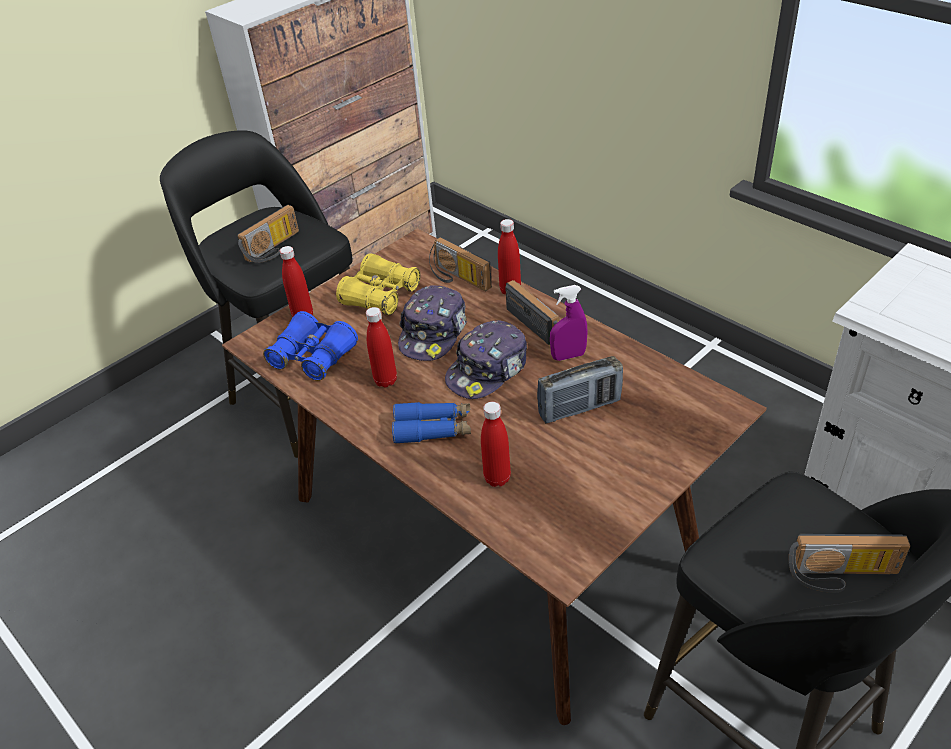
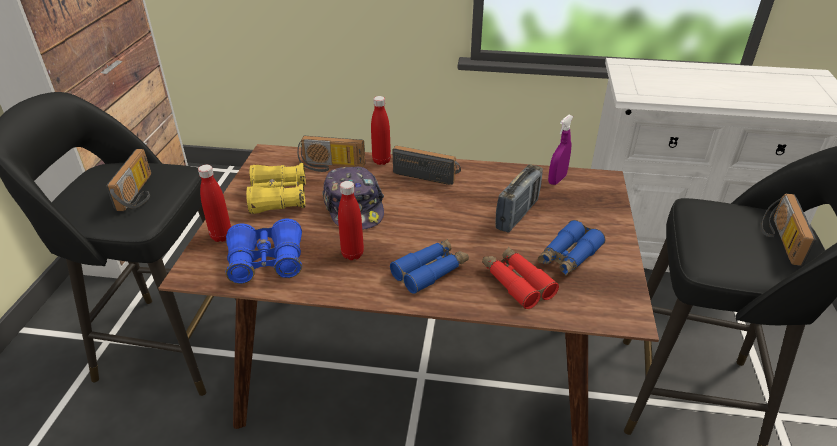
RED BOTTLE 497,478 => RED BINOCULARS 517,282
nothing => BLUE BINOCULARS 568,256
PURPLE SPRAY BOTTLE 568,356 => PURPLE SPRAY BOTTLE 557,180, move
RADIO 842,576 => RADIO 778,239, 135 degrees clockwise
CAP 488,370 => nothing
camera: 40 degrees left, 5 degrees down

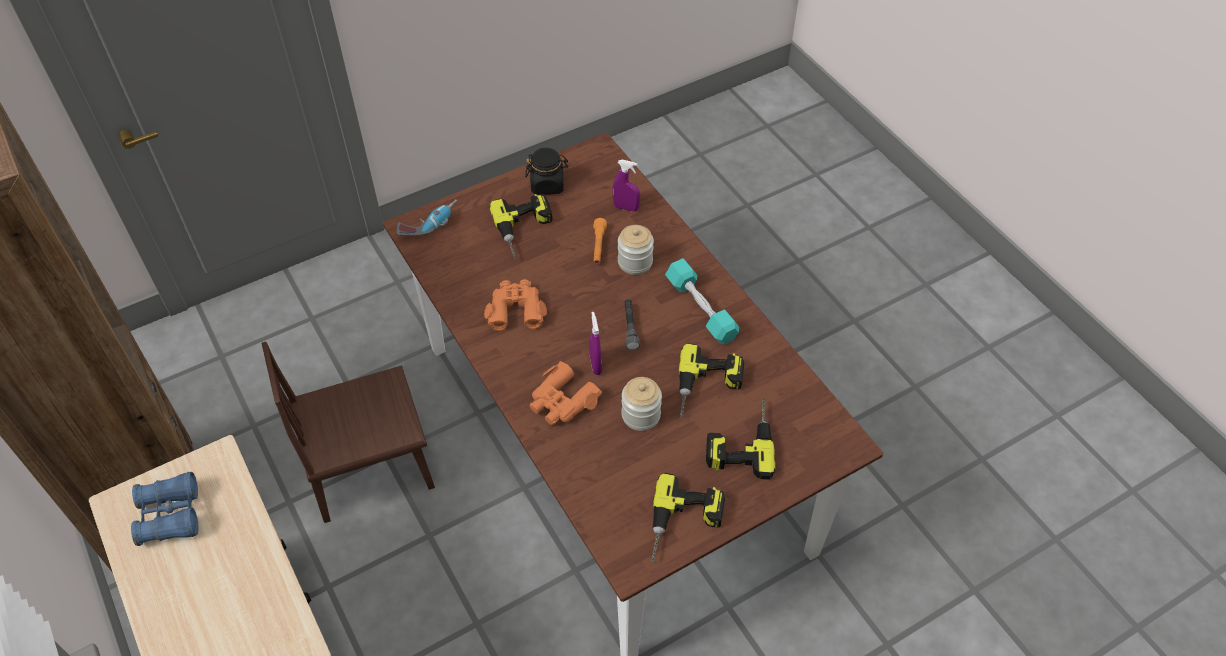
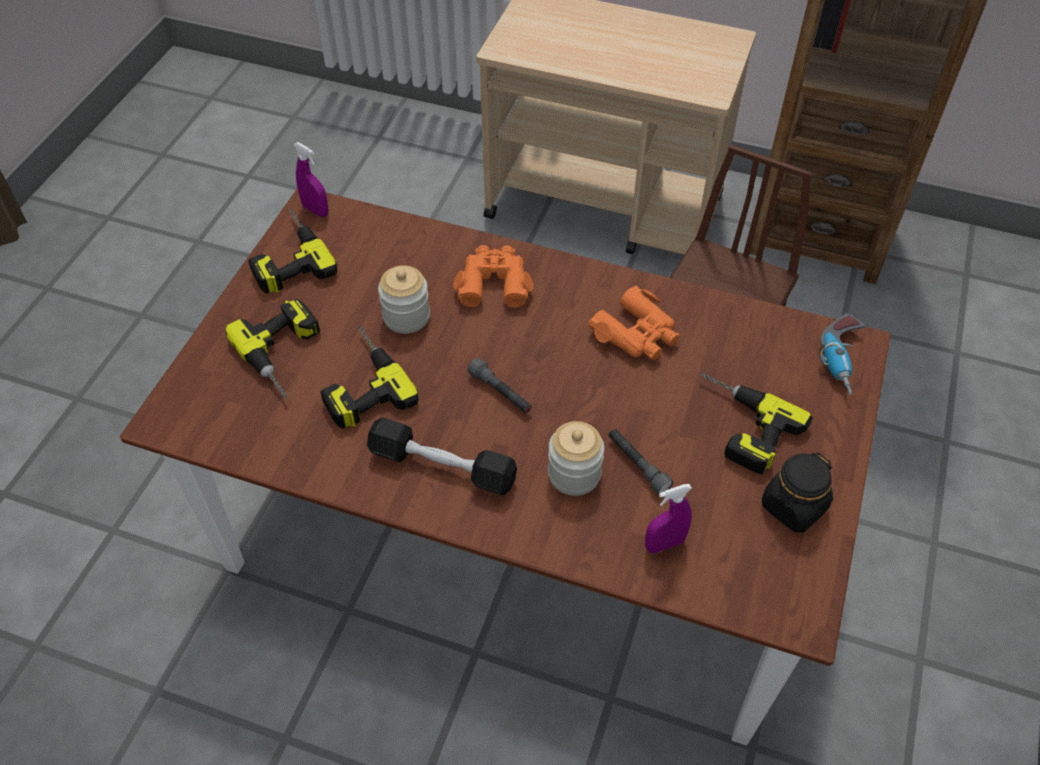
PURPLE SPRAY BOTTLE 595,365 => PURPLE SPRAY BOTTLE 315,210, move
TURQUOISE DUMBBELL 700,309 => BLACK DUMBBELL 443,467
ORANGE FLASHLIGHT 598,246 => GREY FLASHLIGHT 637,465
BLUE BINOCULARS 170,515 => nothing
camera: 140 degrees right, 0 degrees up

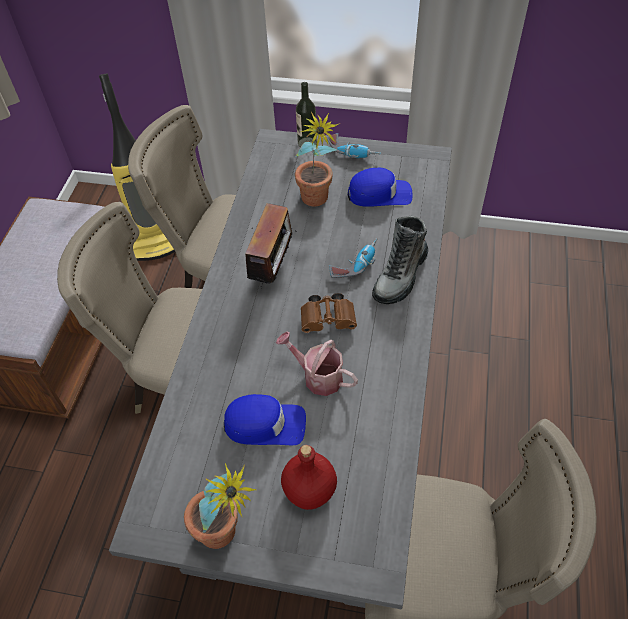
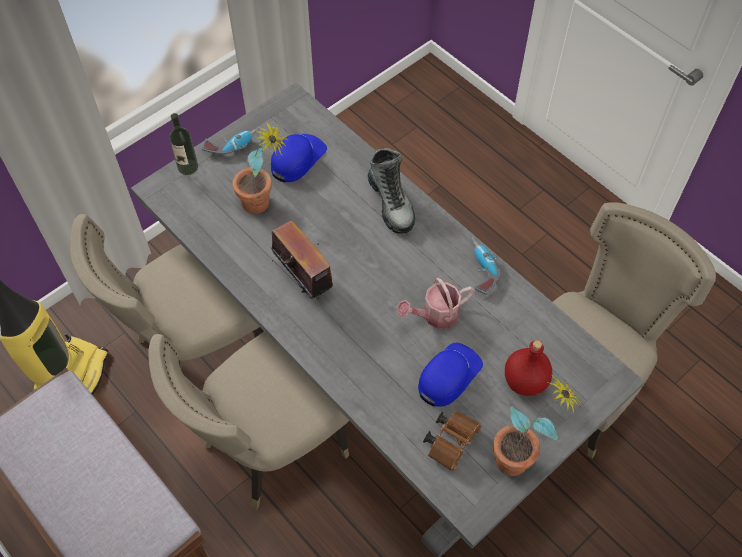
BROWN BINOCULARS 329,320 => BROWN BINOCULARS 451,441, move
POWER DRILL 355,263 => POWER DRILL 479,269, move
camera: 55 degrees left, 5 degrees up

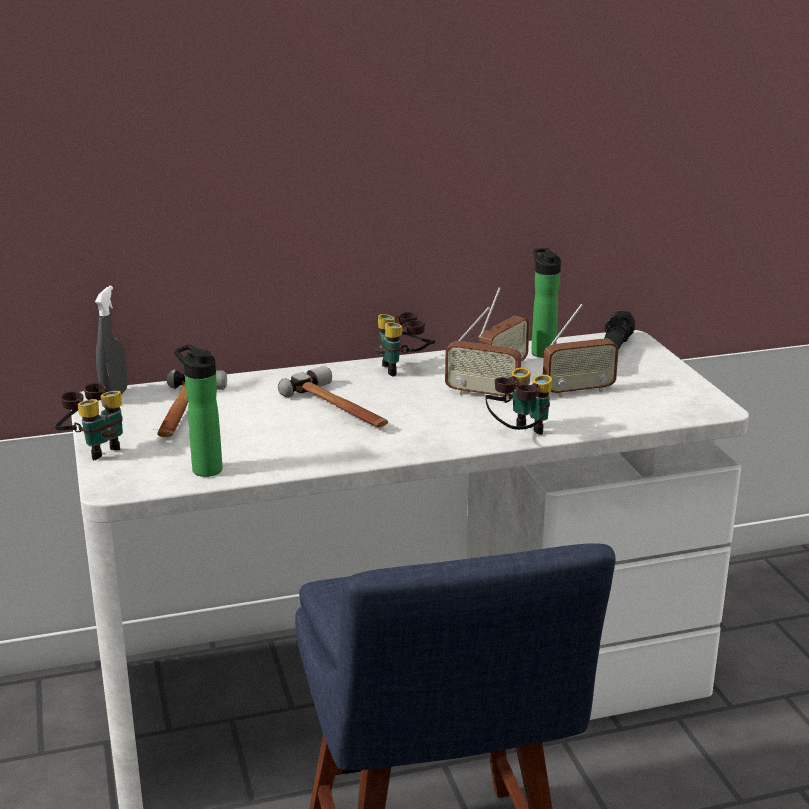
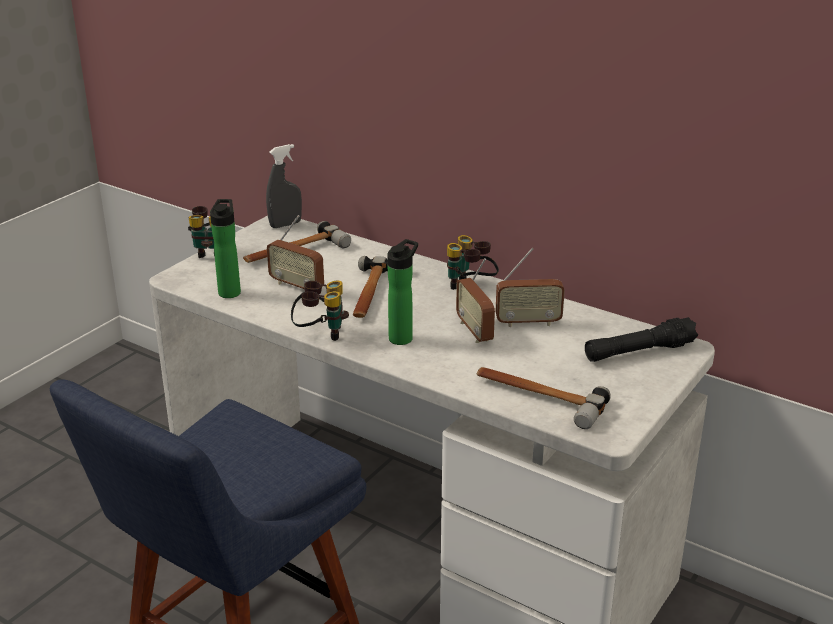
RADIO 578,391 => RADIO 297,286, move
BINOCULARS 518,435 => BINOCULARS 321,333, move
BOTTLE 541,352 => BOTTLE 403,337, move
nothing => HAMMER 537,398
camera: 50 degrees right, 5 degrees up

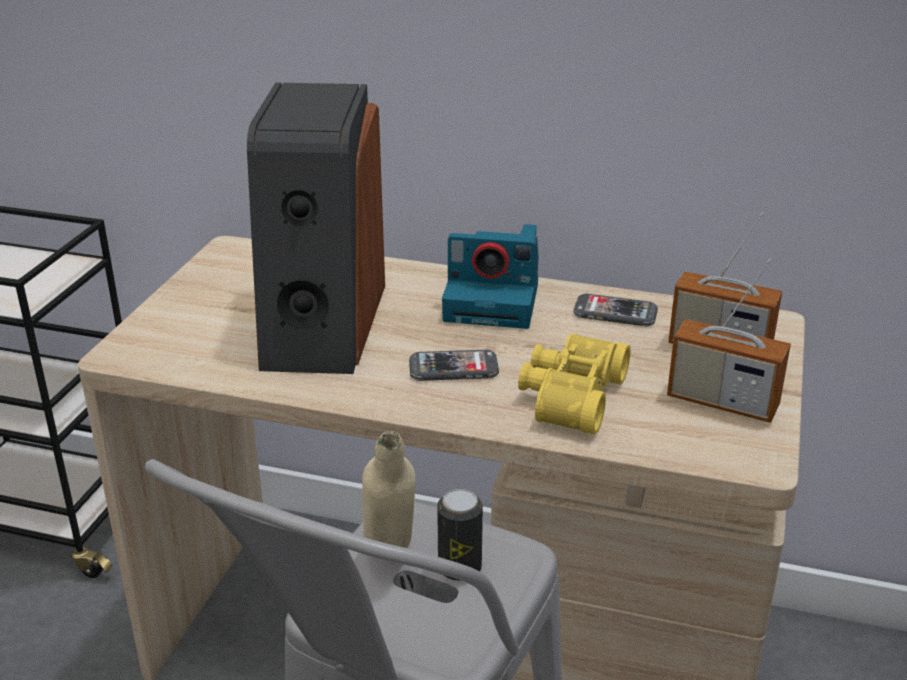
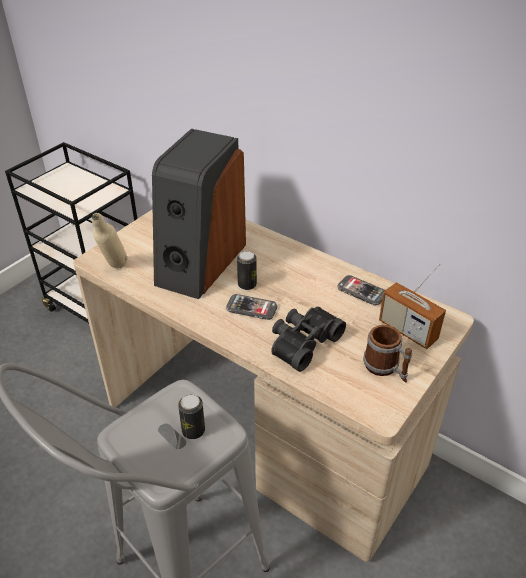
BEIGE BOTTLE 391,562 => BEIGE BOTTLE 115,269, move
nothing => CAN 247,284
YELLOW BINOCULARS 569,396 => BLACK BINOCULARS 302,342
RADIO 722,402 => MUG 386,368
PHOTO CAMERA 494,302 => nothing
camera: 20 degrees right, 10 degrees up

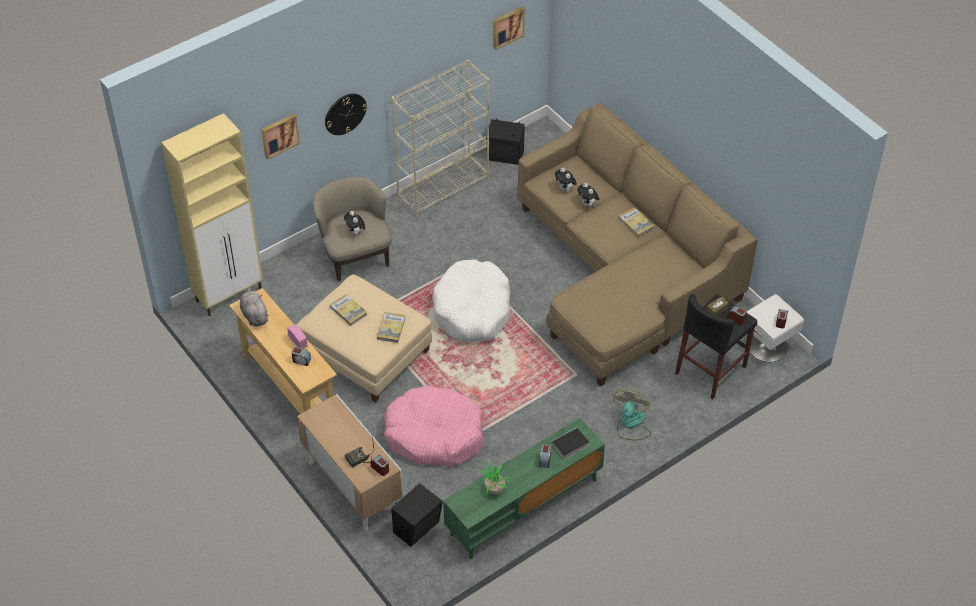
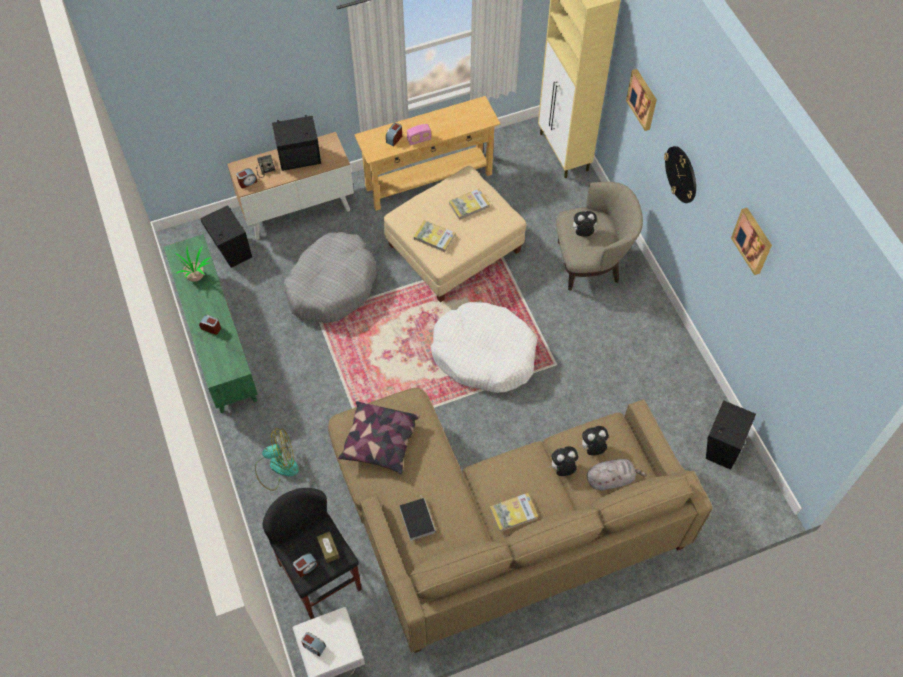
FAN 631,424 => FAN 277,467, 45 degrees counterclockwise
nothing => BLACK SPEAKER 300,159
PINK DOG BED 434,434 => GREY DOG BED 332,285
nothing => PILLOW 380,442
BOOK 569,445 => BOOK 416,519, move
GREY PLUSH TOY 254,315 => GREY PLUSH TOY 611,479, move
PICTURE 507,27 => PICTURE 753,240, move
BEIGE BOOKCASE 443,187 => nothing
camera: 105 degrees right, 10 degrees up

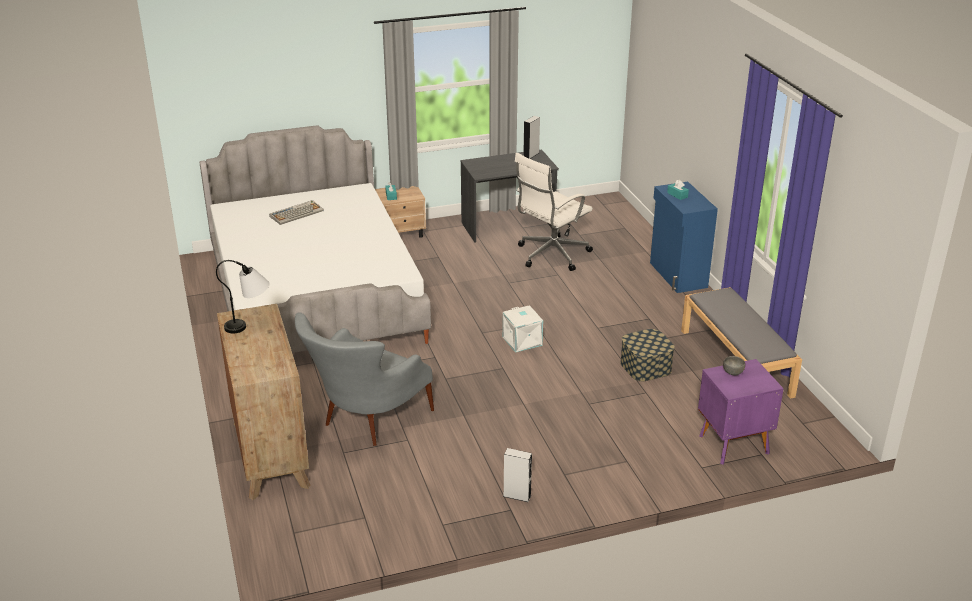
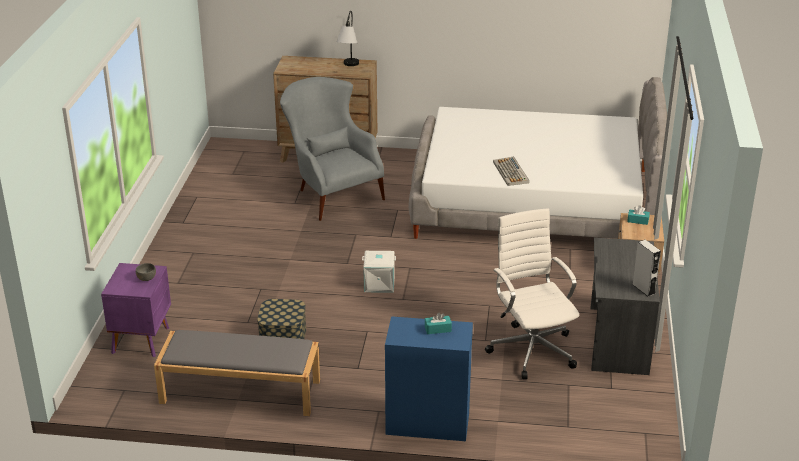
KEYBOARD 297,213 => KEYBOARD 511,172, move
GREY SPEAKER 517,496 => nothing
camera: 115 degrees right, 0 degrees up

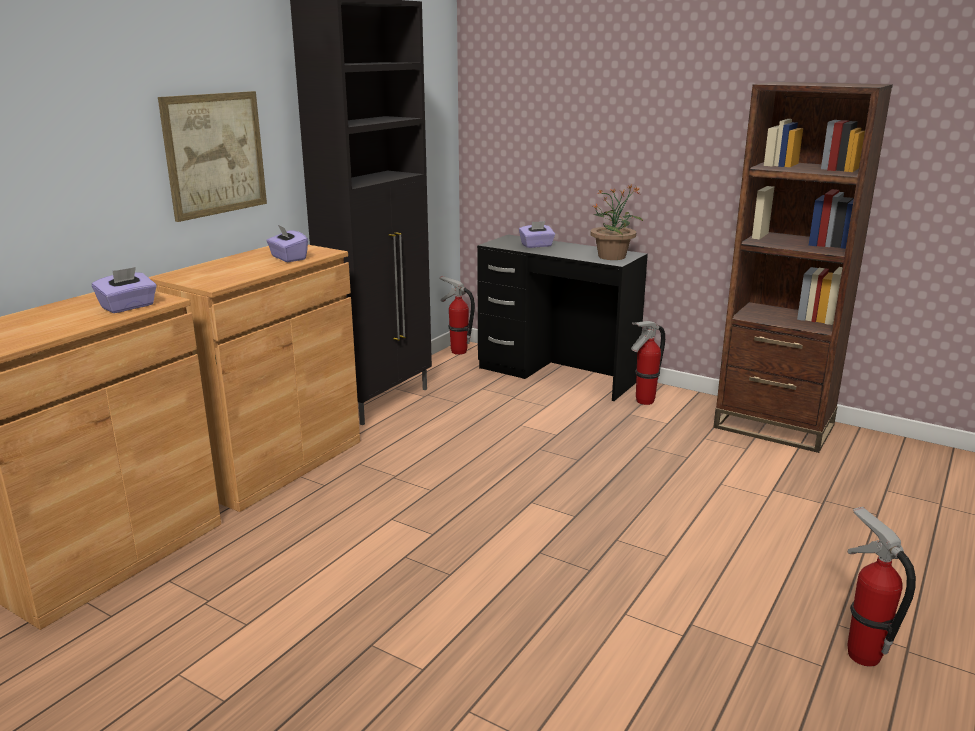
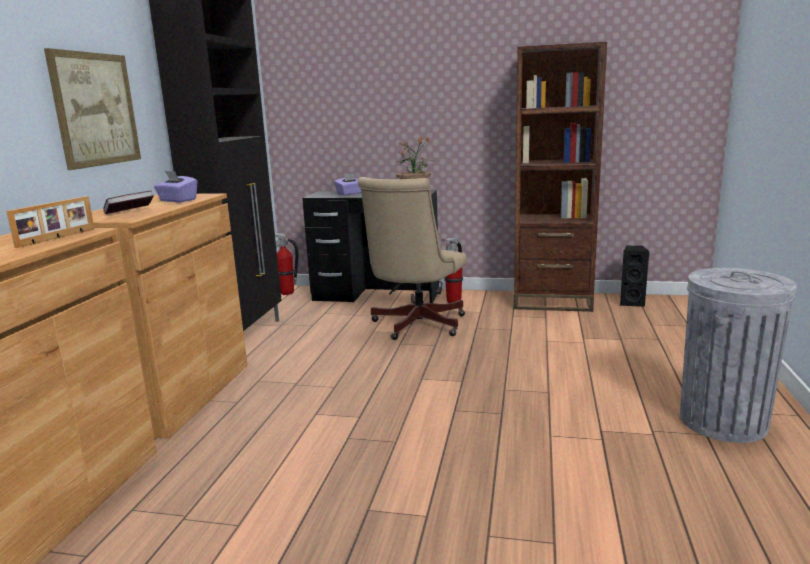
PURPLE TISSUE BOX 128,307 => PICTURE FRAME 58,238
nothing => BOOK 130,212
nothing => BEIGE OFFICE CHAIR 415,326
nothing => BLACK SPEAKER 631,303
FIRE EXTINGUISHER 862,655 => GREY TRASH CAN 723,421
camera: 20 degrees left, 5 degrees down

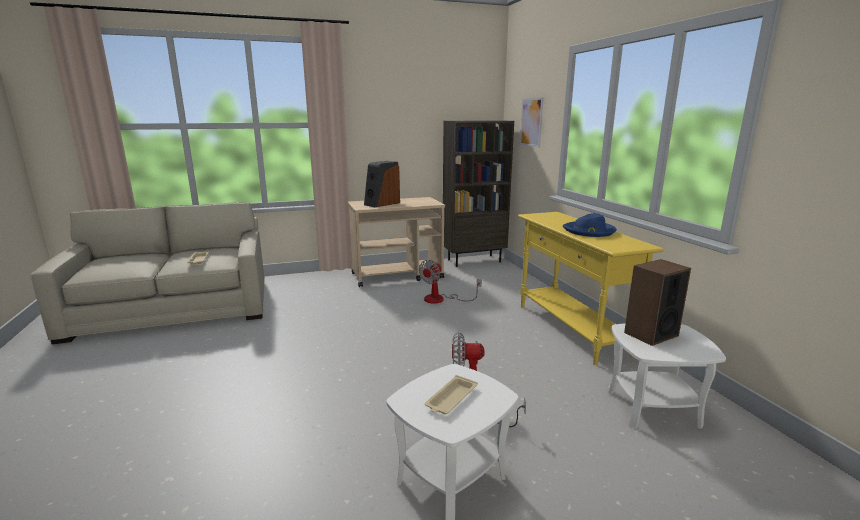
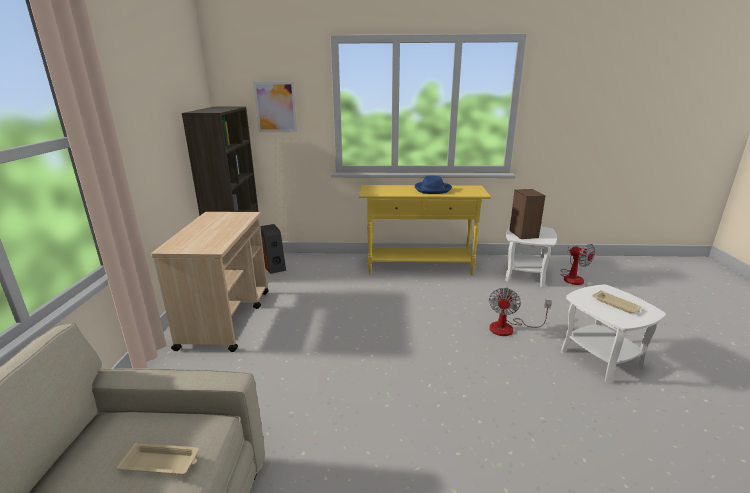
SPEAKER 382,203 => SPEAKER 274,266, move
FAN 441,299 => FAN 572,277, move
camera: 70 degrees left, 5 degrees up

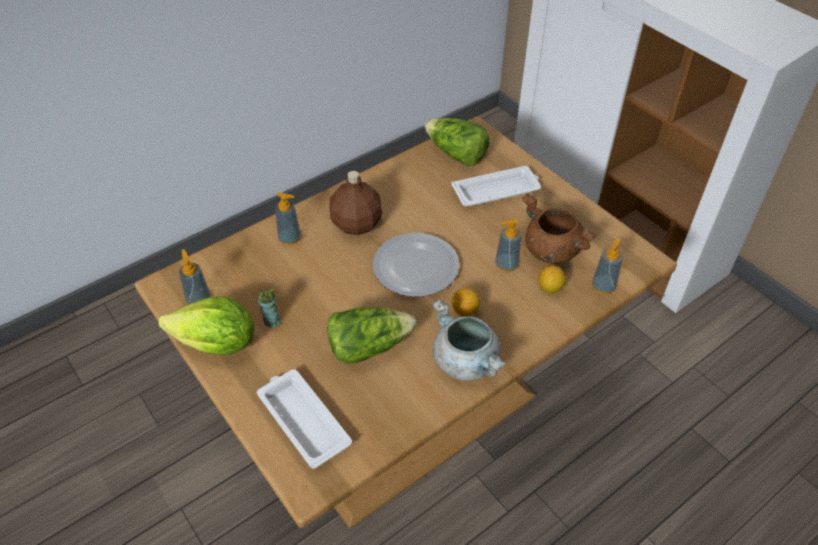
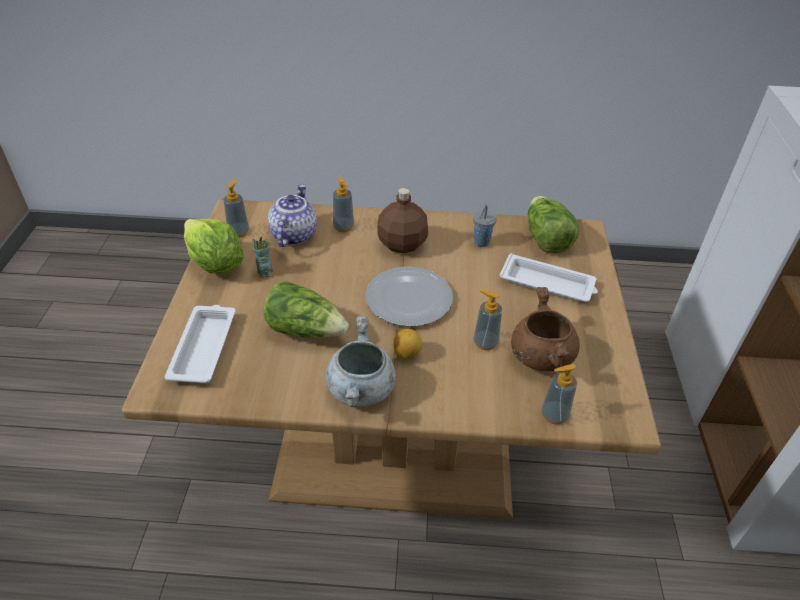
nothing => TEAPOT 293,235
nothing => GREY CUP 481,243
LEMON 549,288 => nothing
camera: 40 degrees right, 5 degrees down

